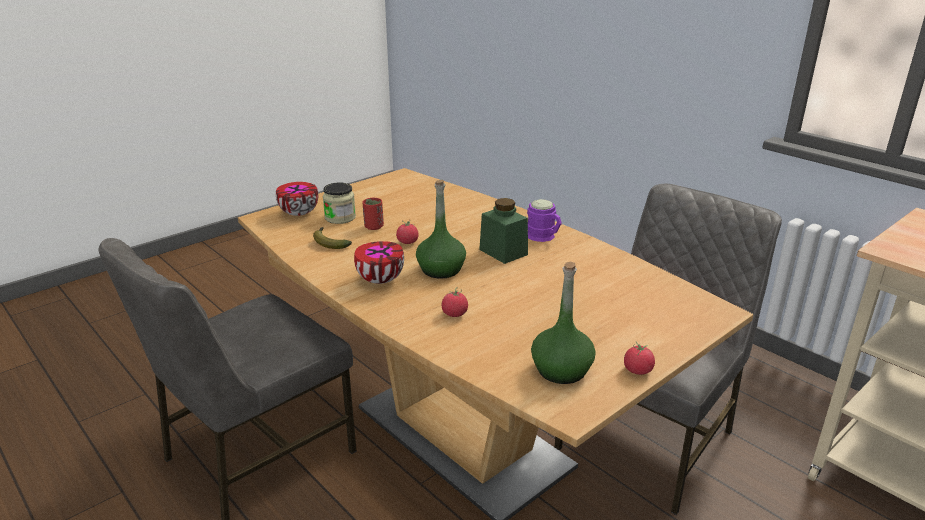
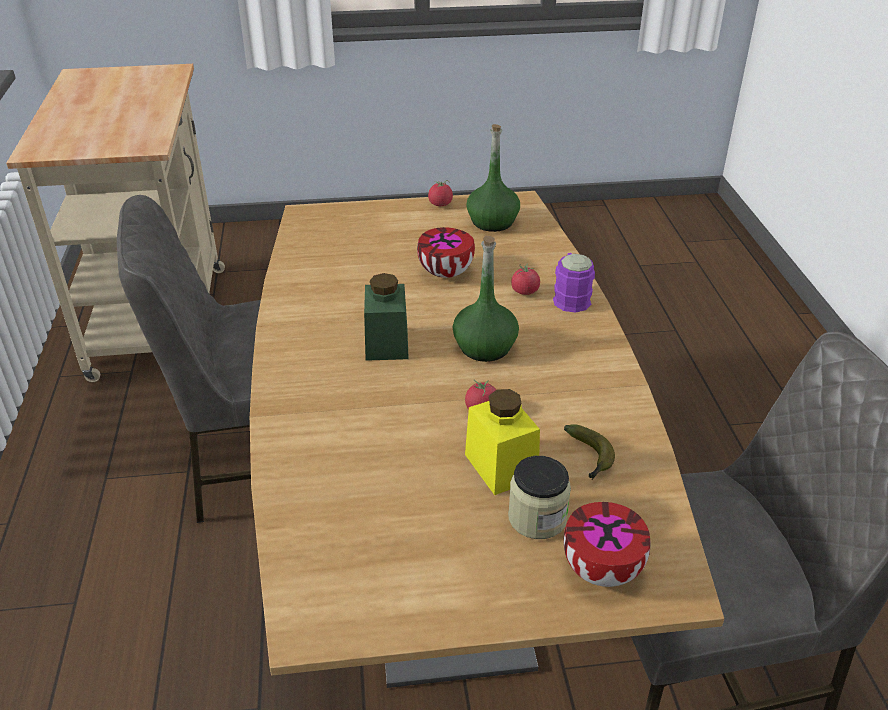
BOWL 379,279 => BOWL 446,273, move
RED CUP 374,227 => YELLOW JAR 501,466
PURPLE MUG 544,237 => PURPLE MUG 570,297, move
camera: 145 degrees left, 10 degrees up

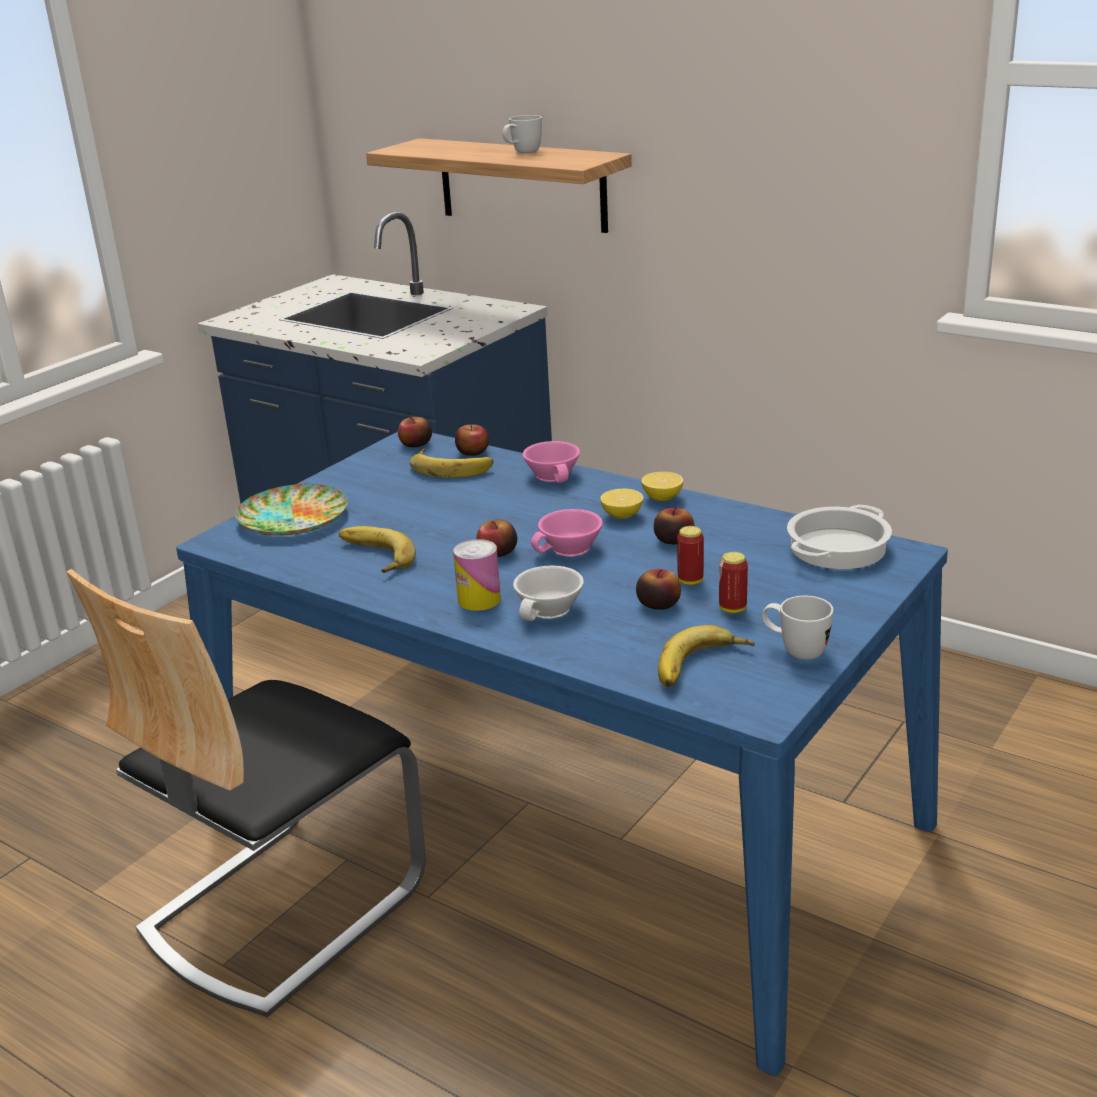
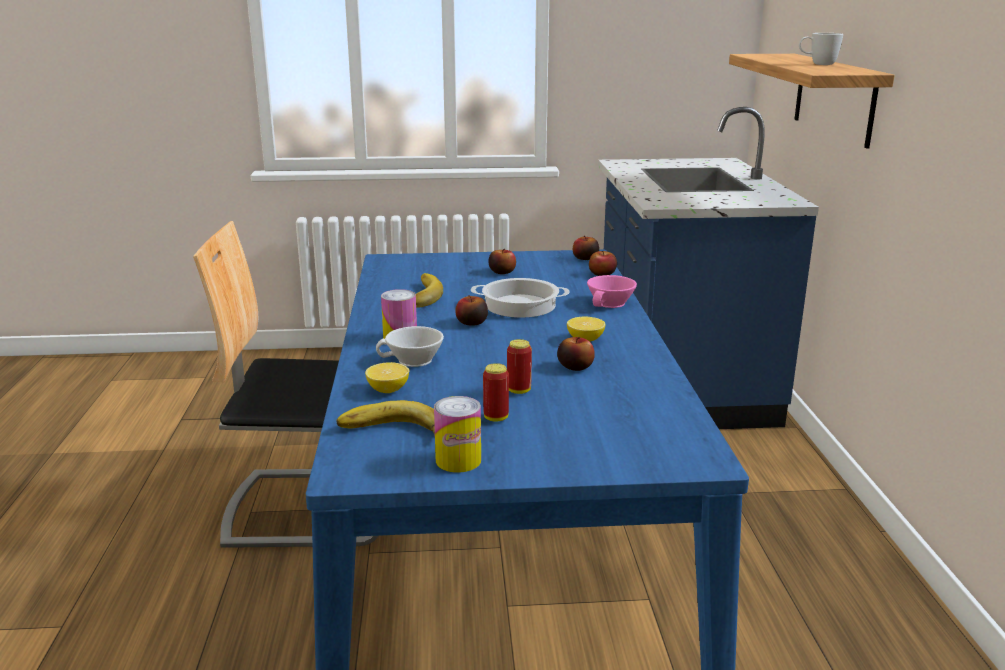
LEMON 662,498 => LEMON 388,390, move
WHITE MUG 795,651 => CAN 458,460
COOKING POT 837,547 => COOKING POT 521,305, move
APPLE 658,604 => APPLE 502,272, move
PLATE 292,518 => nothing
BANANA 452,467 => nothing
PINK CUP 570,549 => nothing
camera: 50 degrees right, 5 degrees down

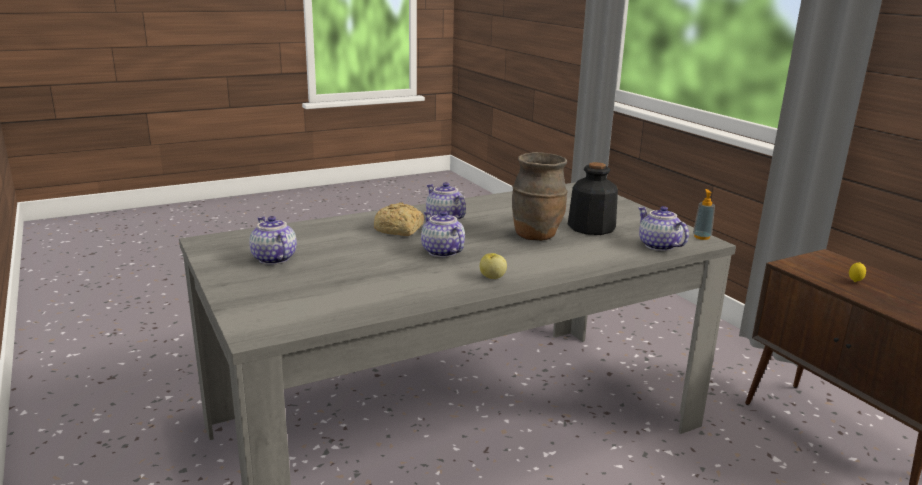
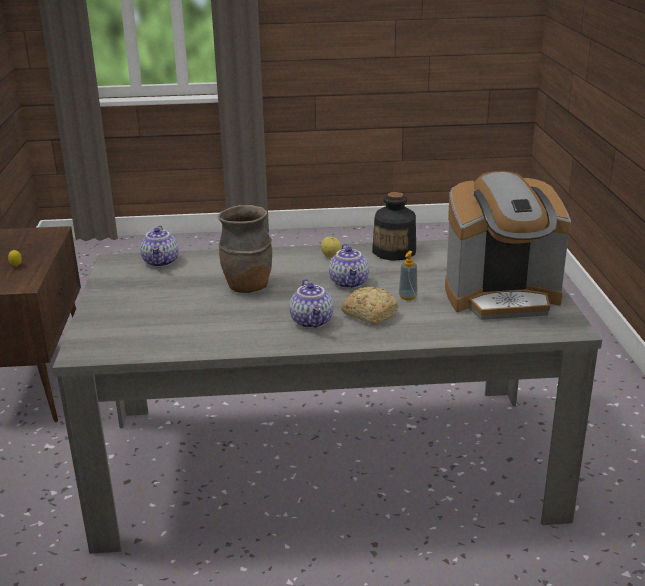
BOTTLE 591,227 => BOTTLE 394,252, move
SOAP DISPENSER 701,237 => SOAP DISPENSER 407,297, move
TEAPOT 273,259 => COFFEE MACHINE 502,297
camera: 155 degrees left, 5 degrees up

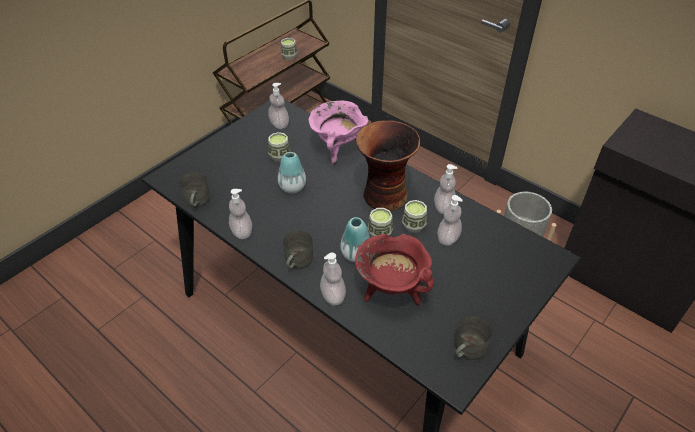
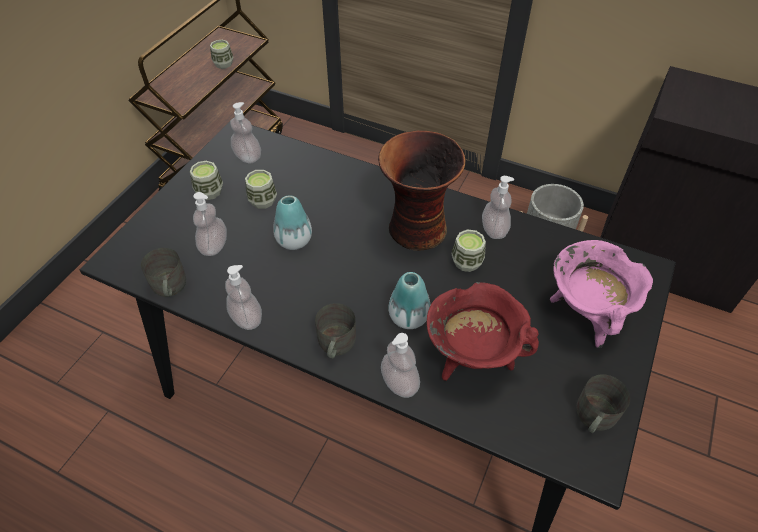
CUP 379,233 => CUP 209,192, move
SOAP DISPENSER 448,238 => SOAP DISPENSER 214,246, move
PINK COOKING POT 337,149 => PINK COOKING POT 585,314, move
camera: 15 degrees left, 5 degrees up

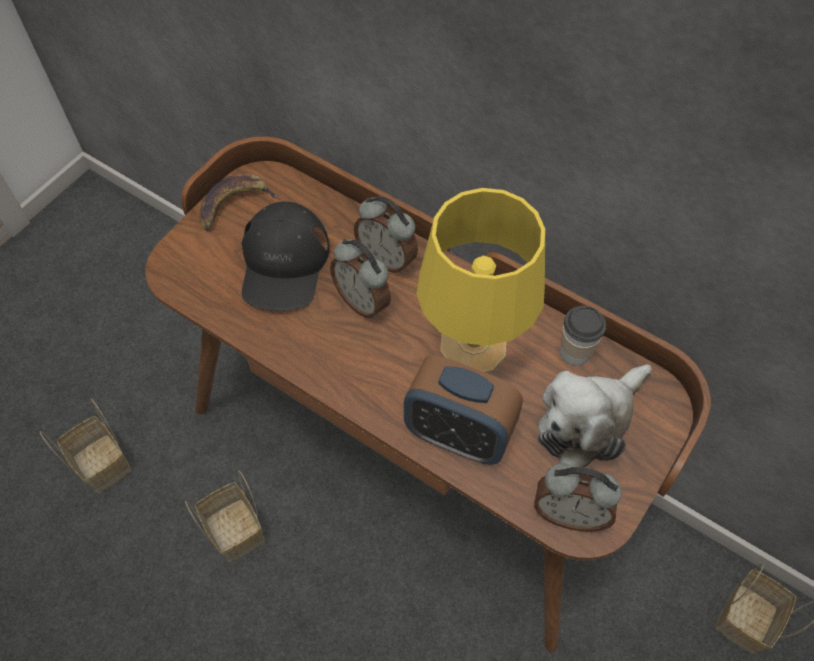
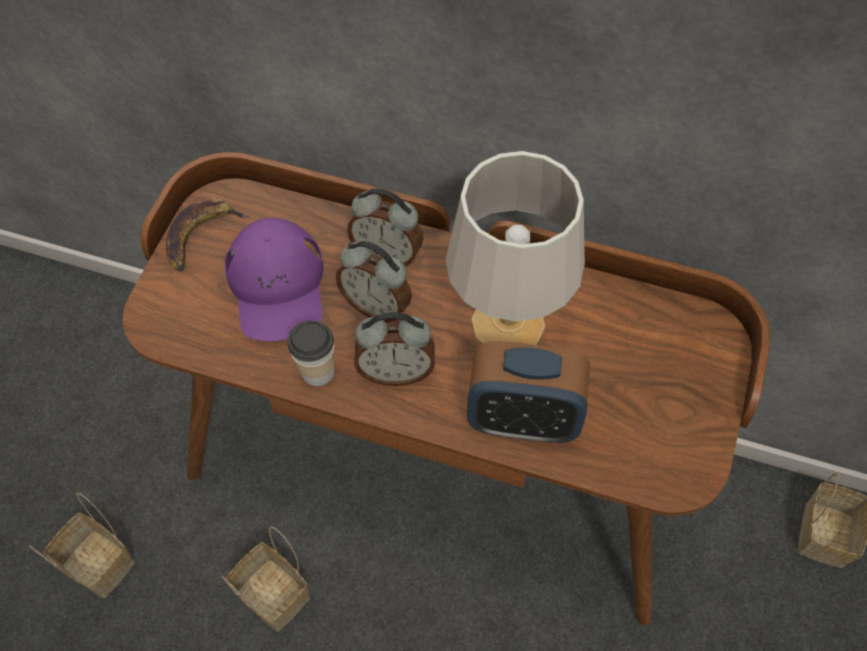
BLACK CAP 284,263 => PURPLE CAP 277,286
CUP 575,353 => CUP 317,371, move
ALARM CLOCK 569,513 => ALARM CLOCK 396,372, move
YELLOW TABLE LAMP 474,345 => GREY TABLE LAMP 509,323
PLUSH TOY 587,422 => nothing
camera: 15 degrees left, 0 degrees up

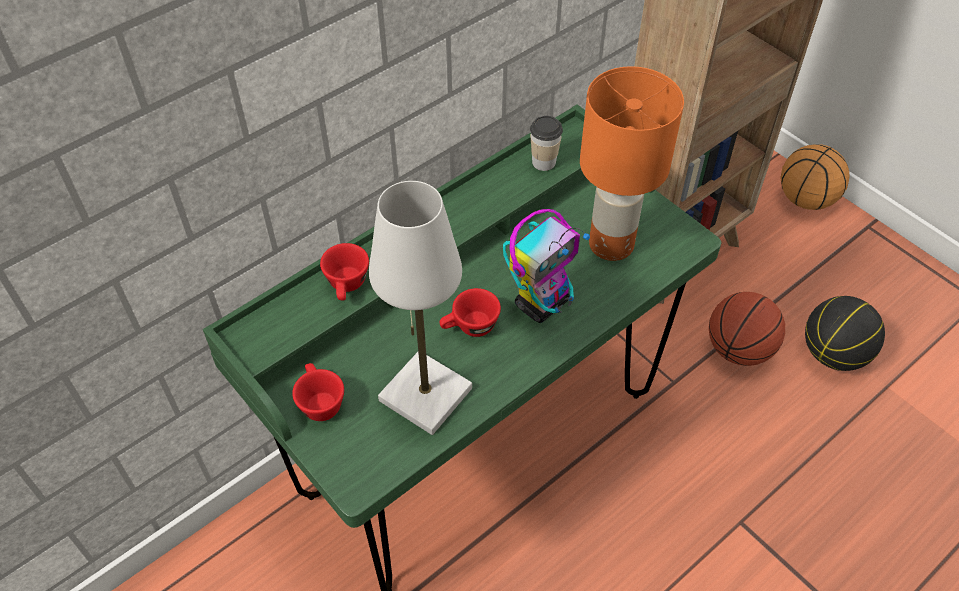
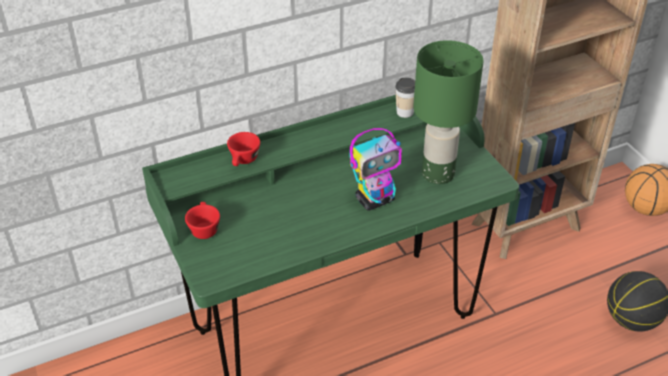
ORANGE TABLE LAMP 609,244 => GREEN TABLE LAMP 437,173
WHITE TABLE LAMP 425,395 => nothing
RED CUP 470,327 => nothing
BASKETBALL 738,349 => nothing
camera: 15 degrees right, 10 degrees down

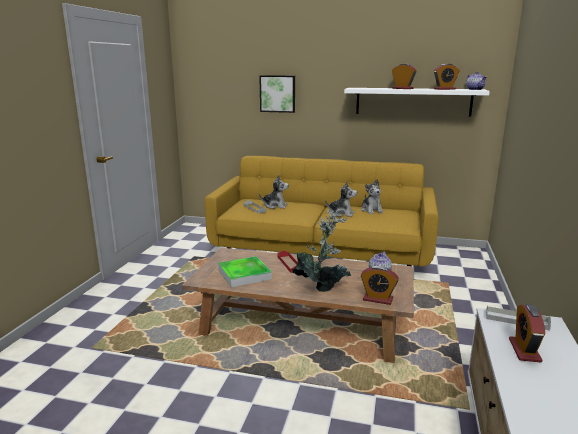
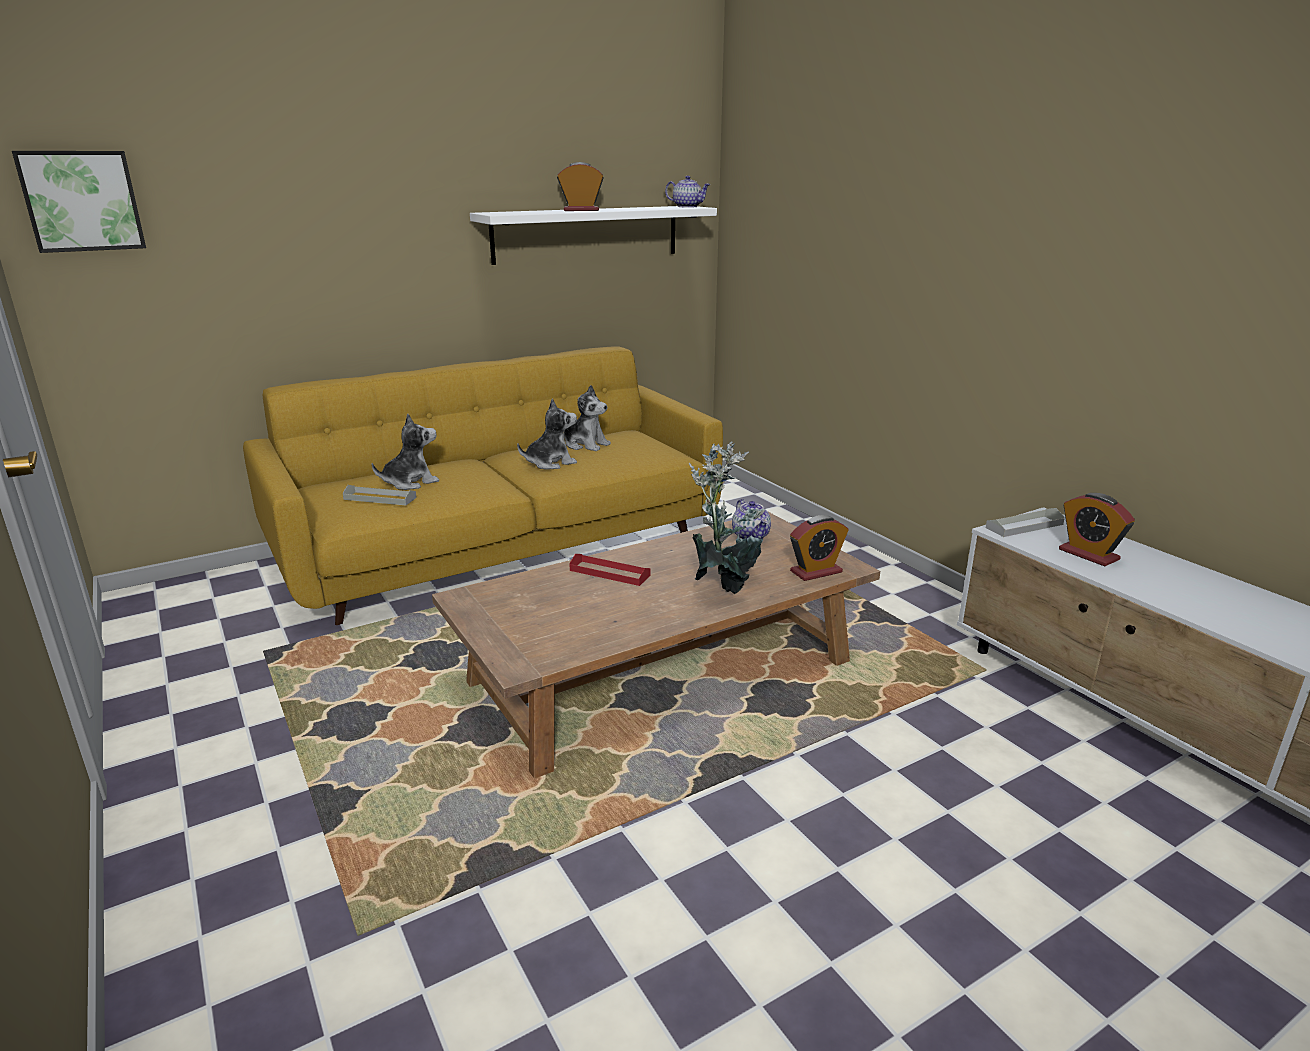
PICTURE 277,93 => PICTURE 82,201, move
TRAY 244,274 => nothing
ALARM CLOCK 444,89 => nothing
camera: 45 degrees left, 5 degrees up

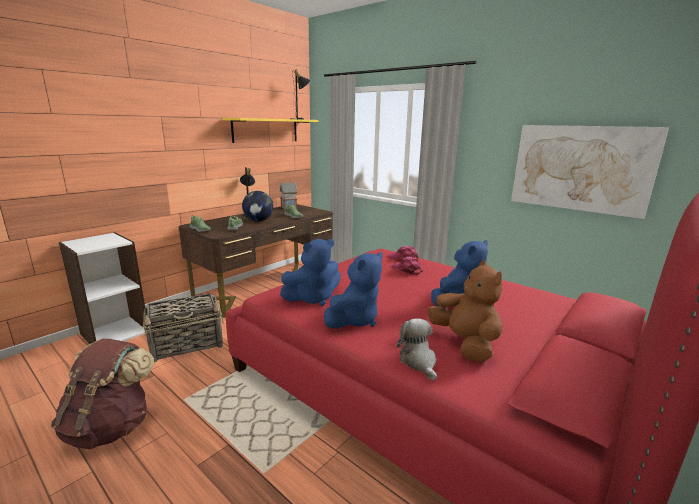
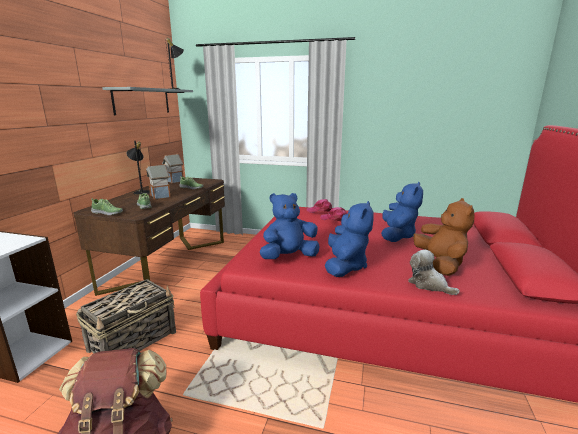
YELLOW SHELF 265,130 => GREY SHELF 142,101
GLOBE 258,221 => TOY HOUSE 160,196
BLUE PLUSH TOY 313,298 => BLUE PLUSH TOY 289,257, 150 degrees counterclockwise
BROWN PLUSH TOY 465,344 => BROWN PLUSH TOY 440,264, 45 degrees clockwise
PICTURE 580,168 => nothing
camera: 25 degrees left, 0 degrees up

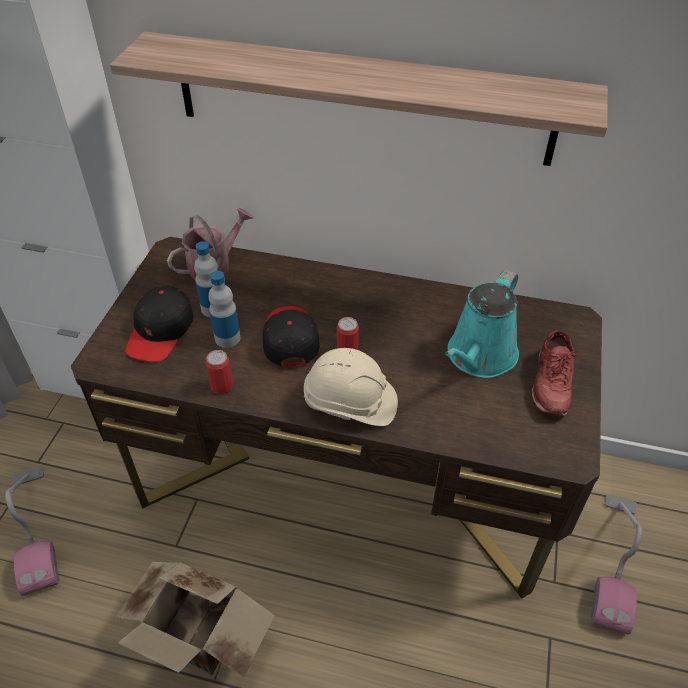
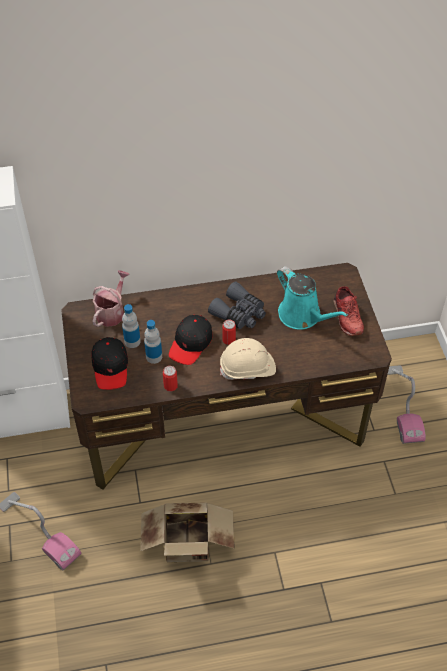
BLACK CAP 290,339 => BLACK CAP 191,344, 120 degrees counterclockwise
nothing => GREY BINOCULARS 239,313
TURQUOISE WATERING CAN 479,357 => TURQUOISE WATERING CAN 302,316, 45 degrees counterclockwise
SHELF 362,99 => nothing
camera: 25 degrees left, 5 degrees up

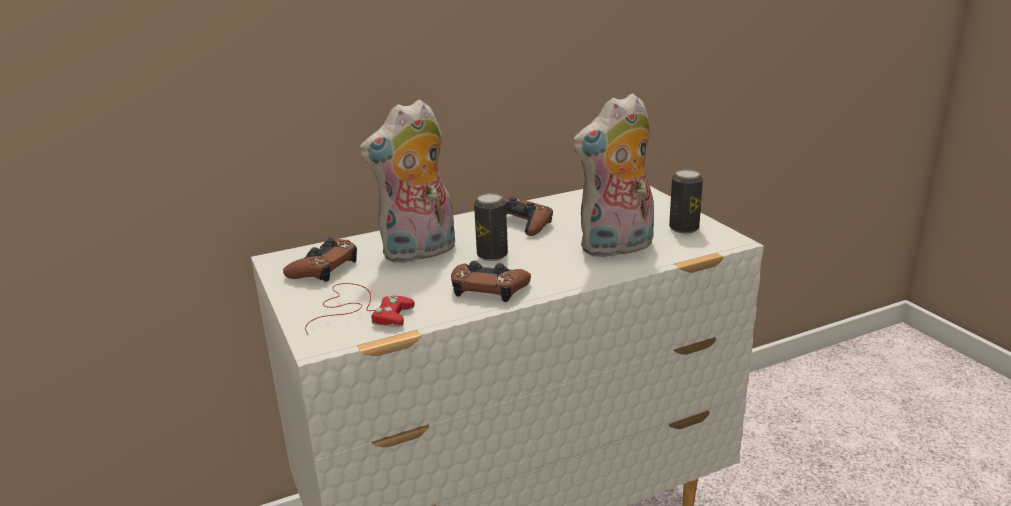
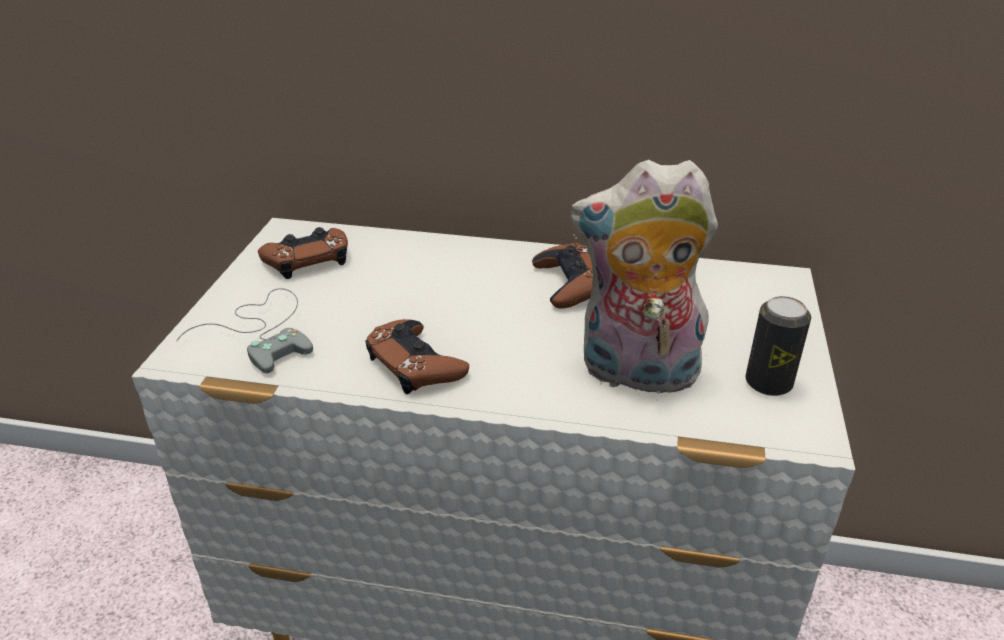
RED GAME CONTROLLER 359,310 => GREY GAME CONTROLLER 264,331
PLUSH TOY 419,253 => nothing
CAN 492,255 => nothing
camera: 35 degrees right, 10 degrees up

